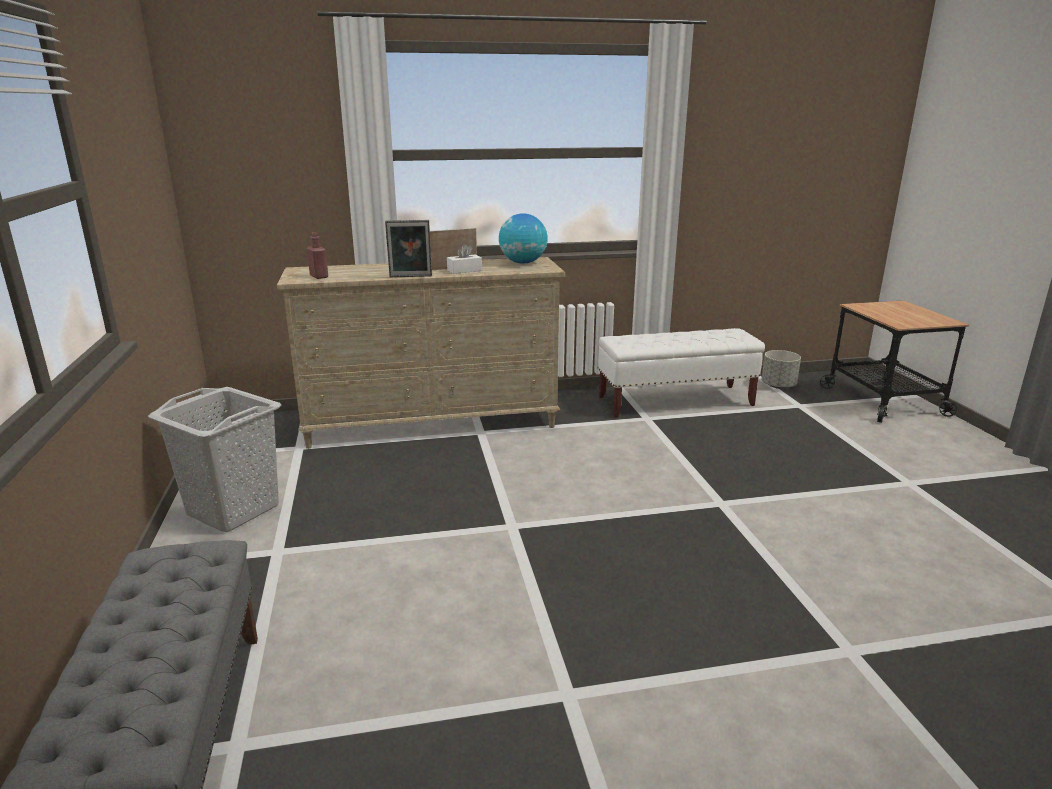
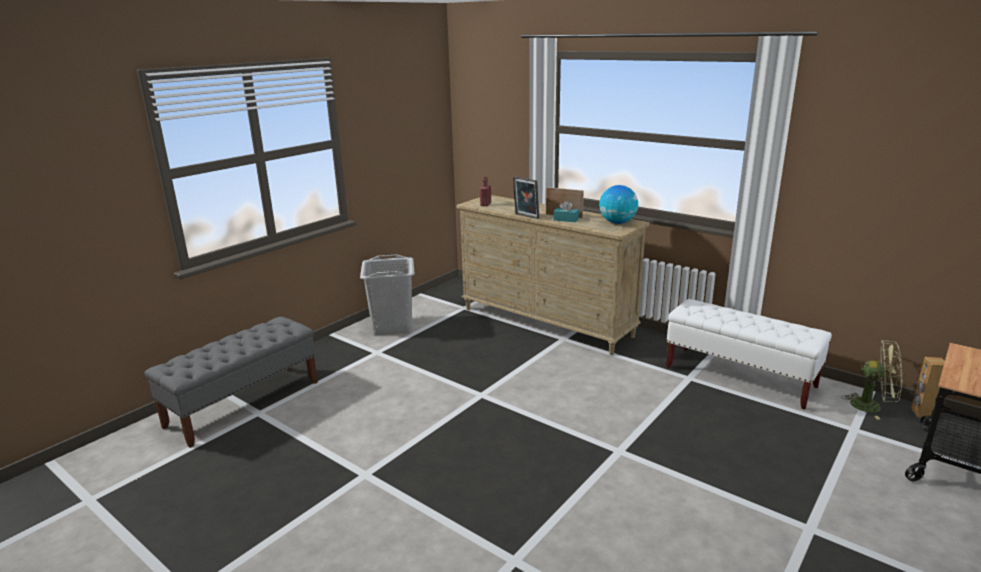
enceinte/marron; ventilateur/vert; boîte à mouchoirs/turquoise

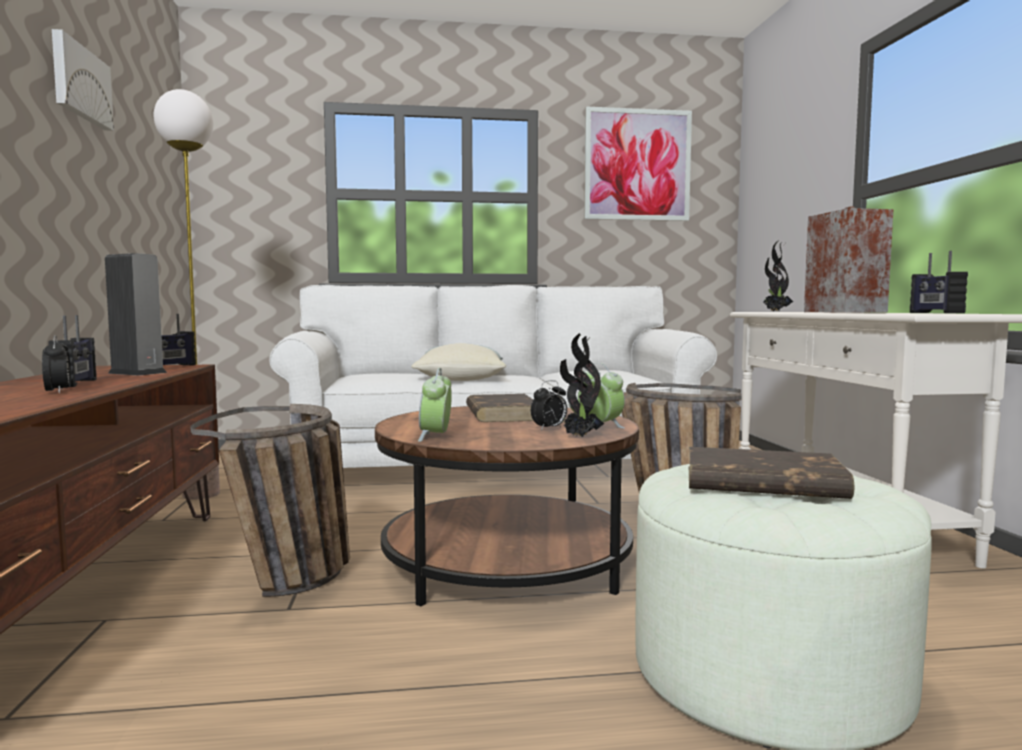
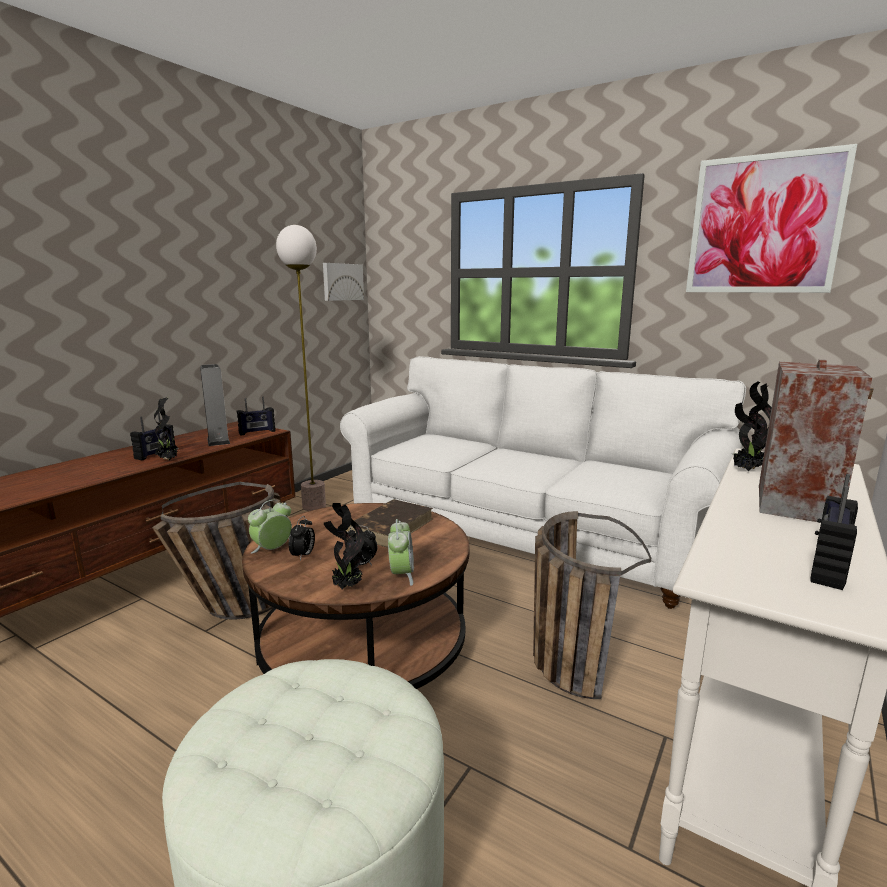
coussin; livre/marron (no. 2 from left in the first image); plante en pot (no. 1 from left); réveil (no. 2 from left); tableau (no. 1 from left)

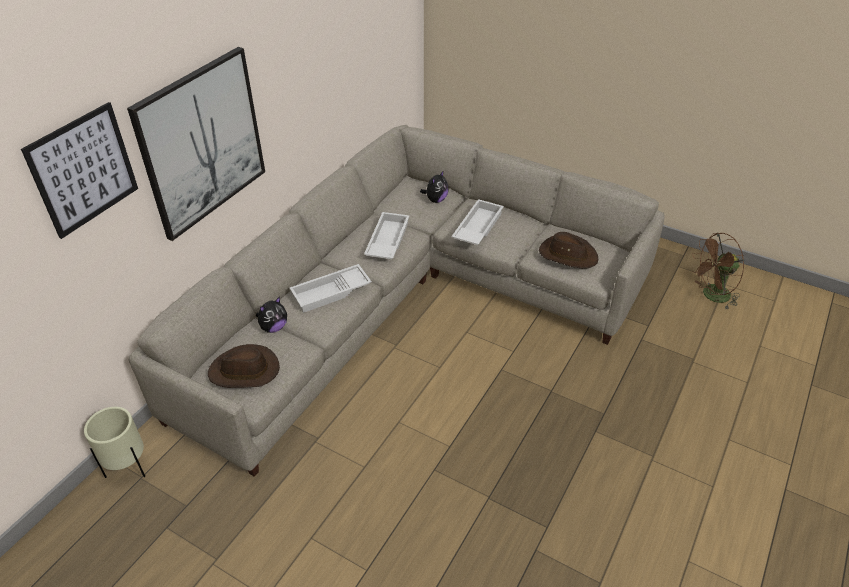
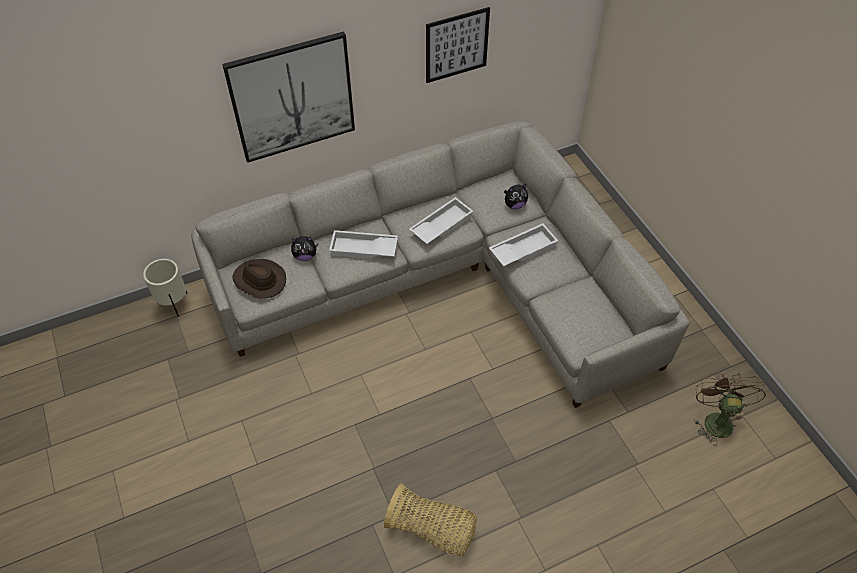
chapeau/marron (no. 2 from left in the first image); panier; tableau (no. 2 from left); ventilateur/marron

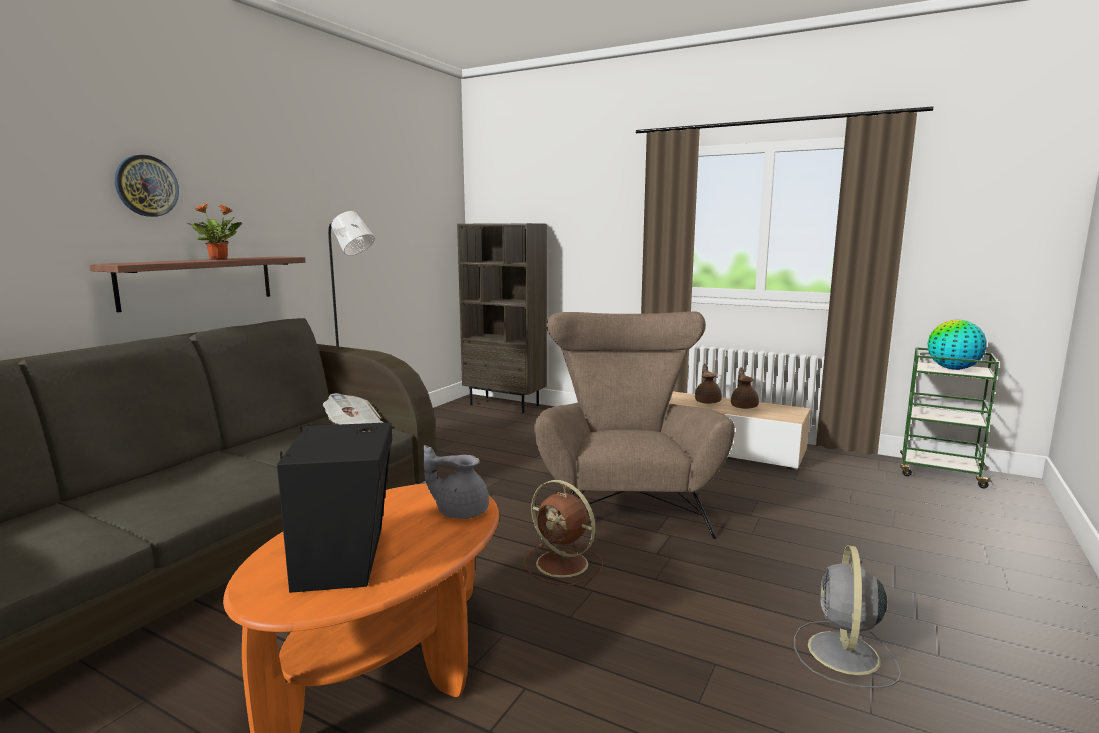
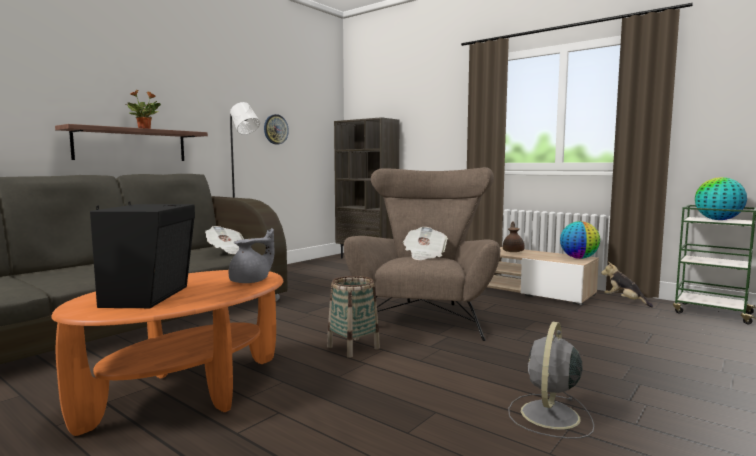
théière/marron (no. 2 from left in the first image); journal (no. 2 from left); globe (no. 1 from left); peluche; horloge murale; panier; théière/gris

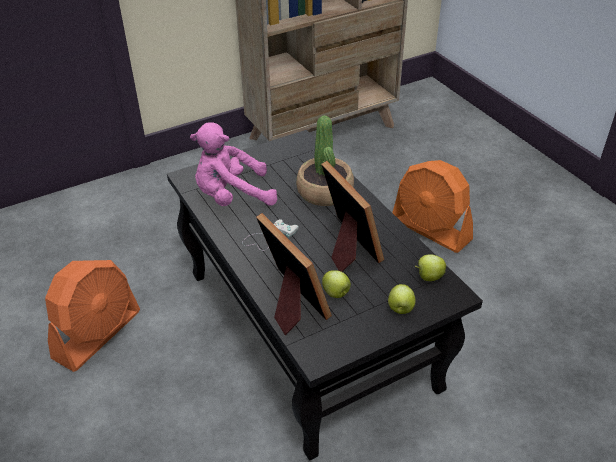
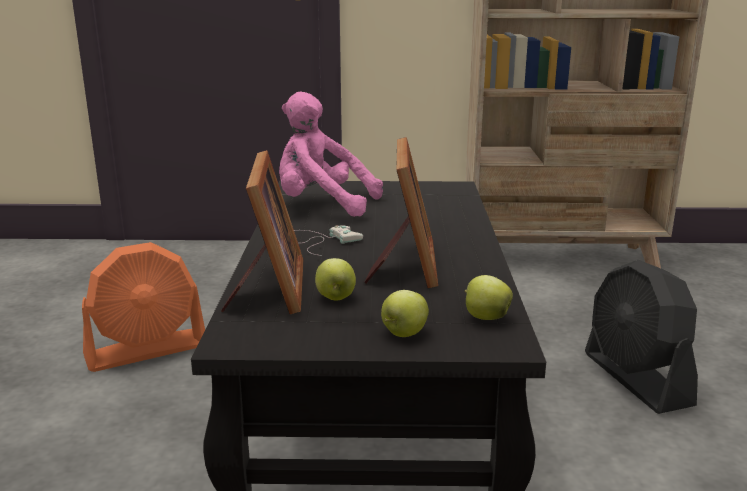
plante en pot; ventilateur/noir

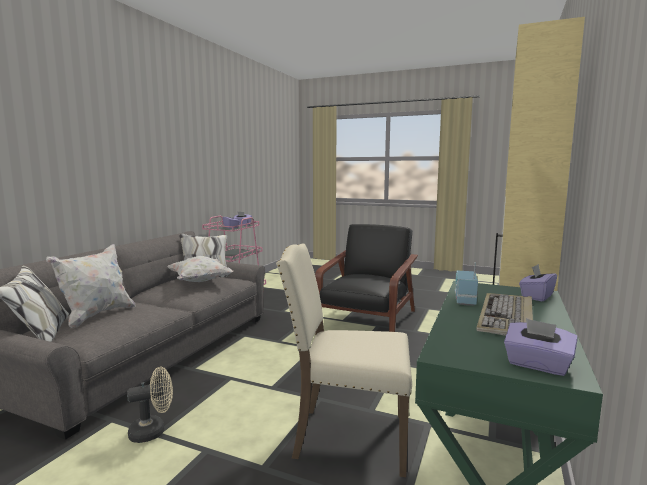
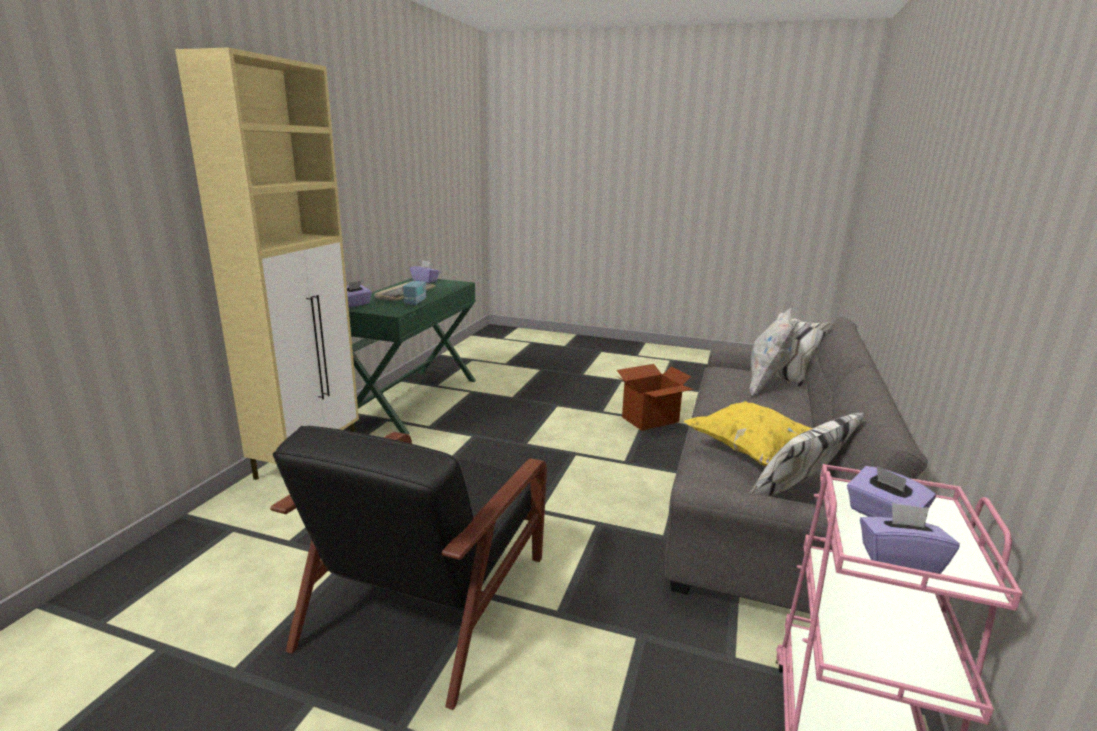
chaise/beige; carton; coussin/jaune

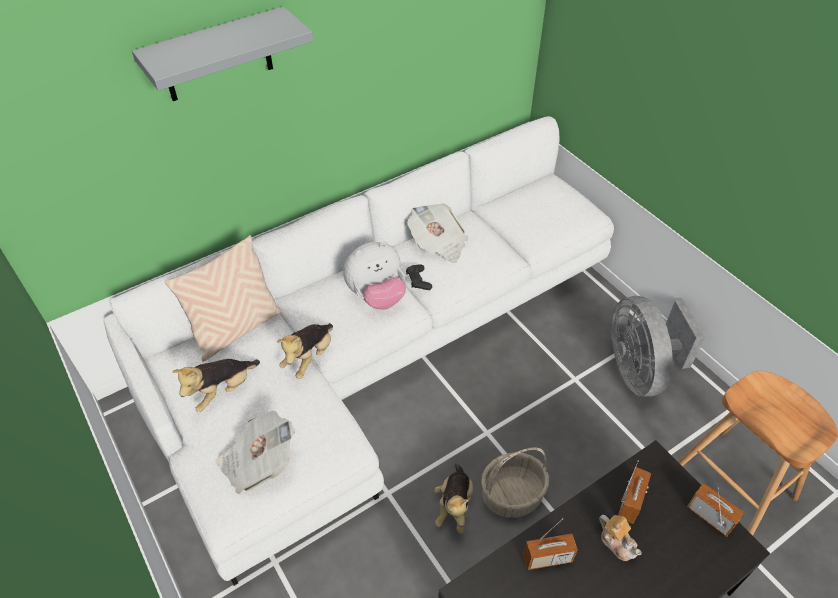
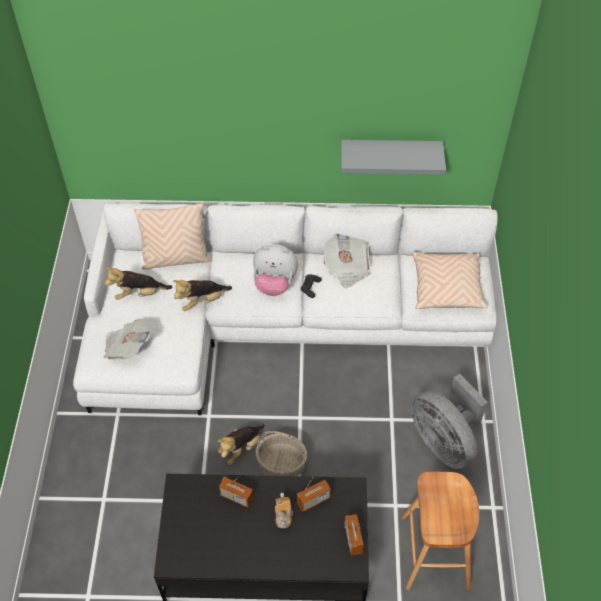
coussin/beige (no. 2 from left); étagère/gris; ventilateur/gris

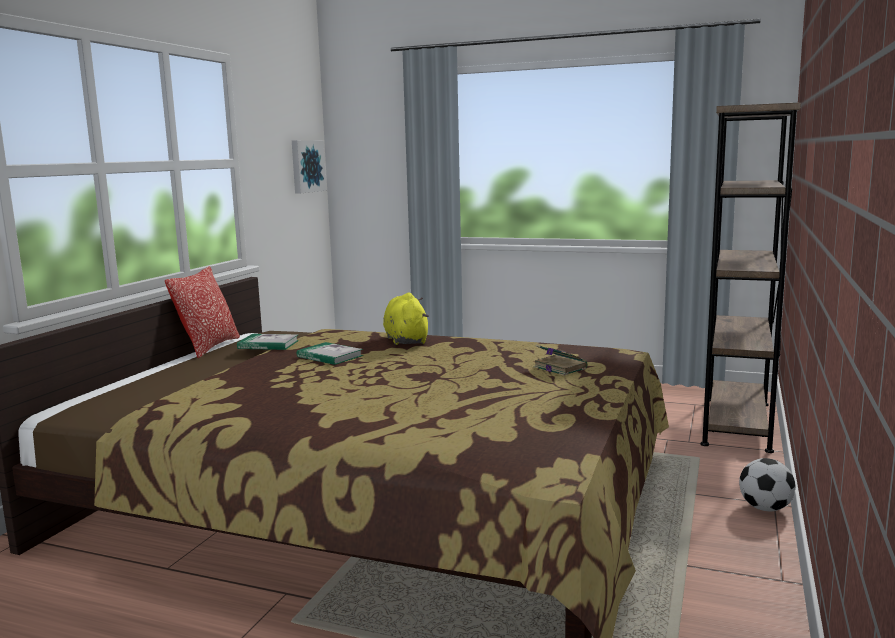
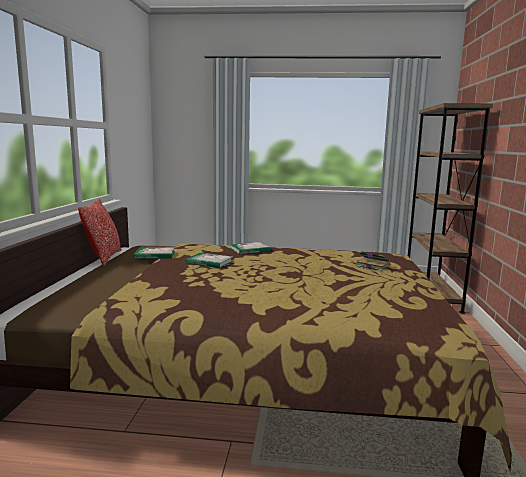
tableau; ballon de foot; livre (no. 3 from left)

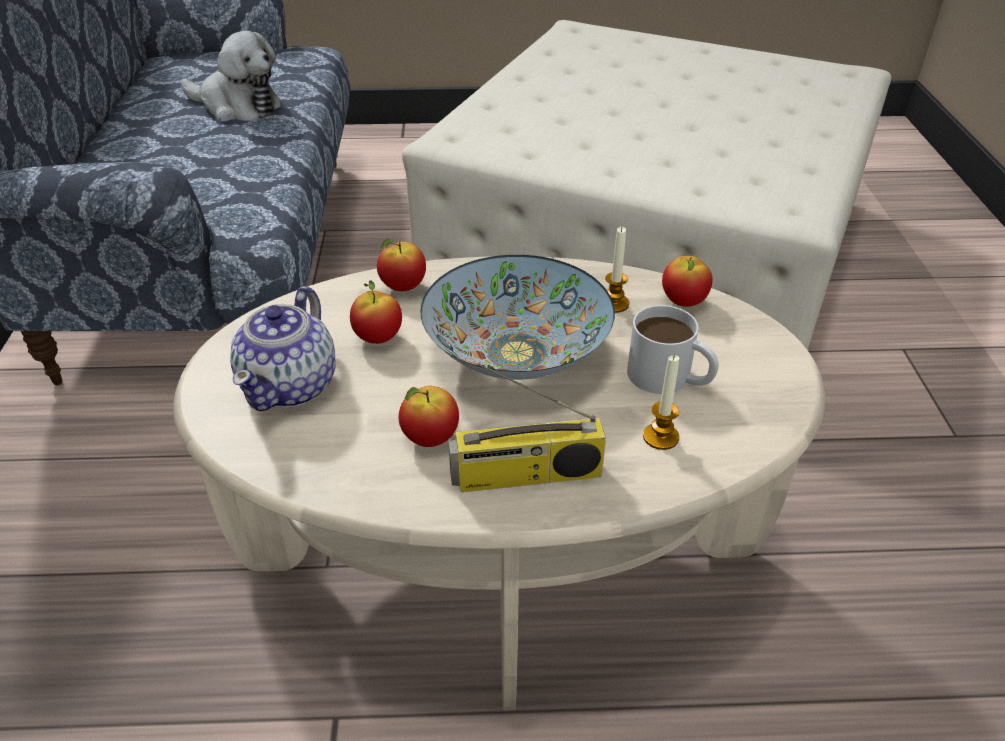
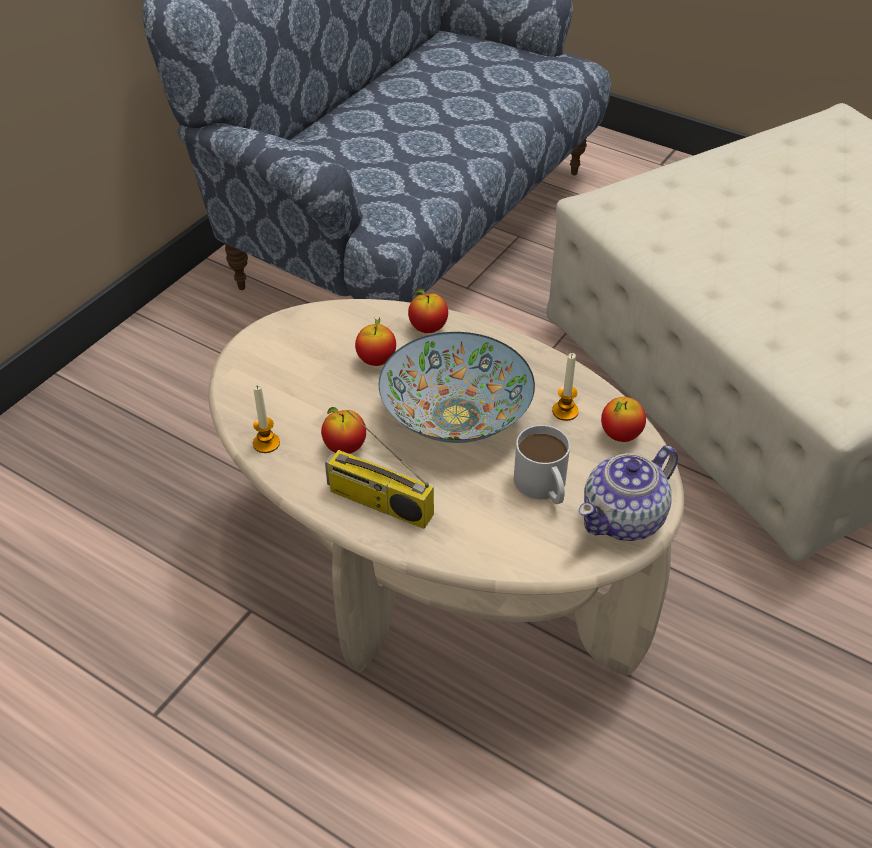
peluche; théière; bougie (no. 1 from left)

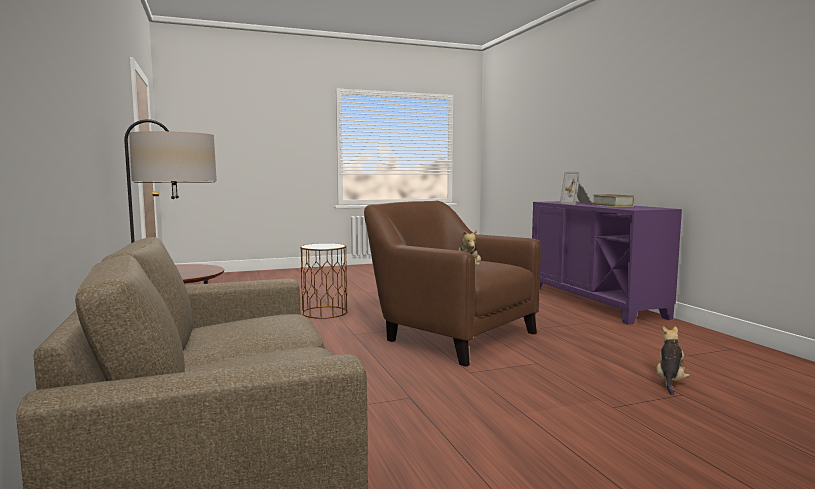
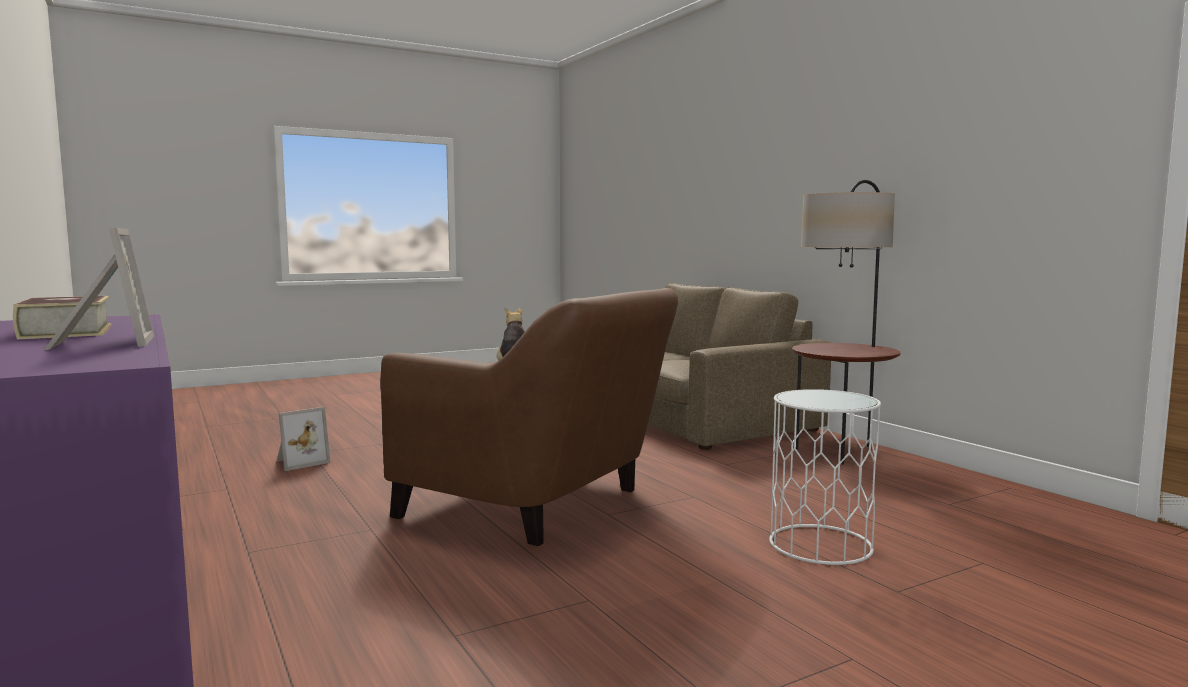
cadre photo (no. 2 from left); table d'appoint/blanc

